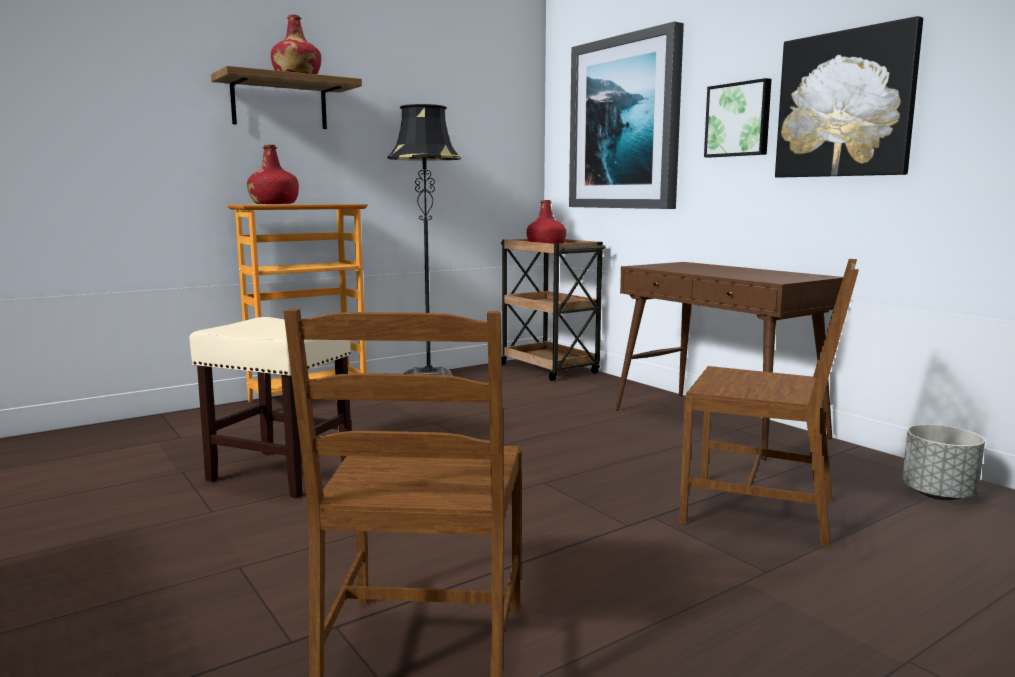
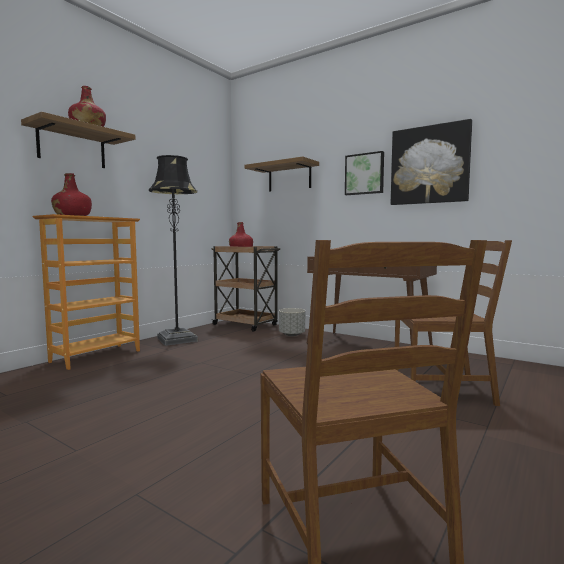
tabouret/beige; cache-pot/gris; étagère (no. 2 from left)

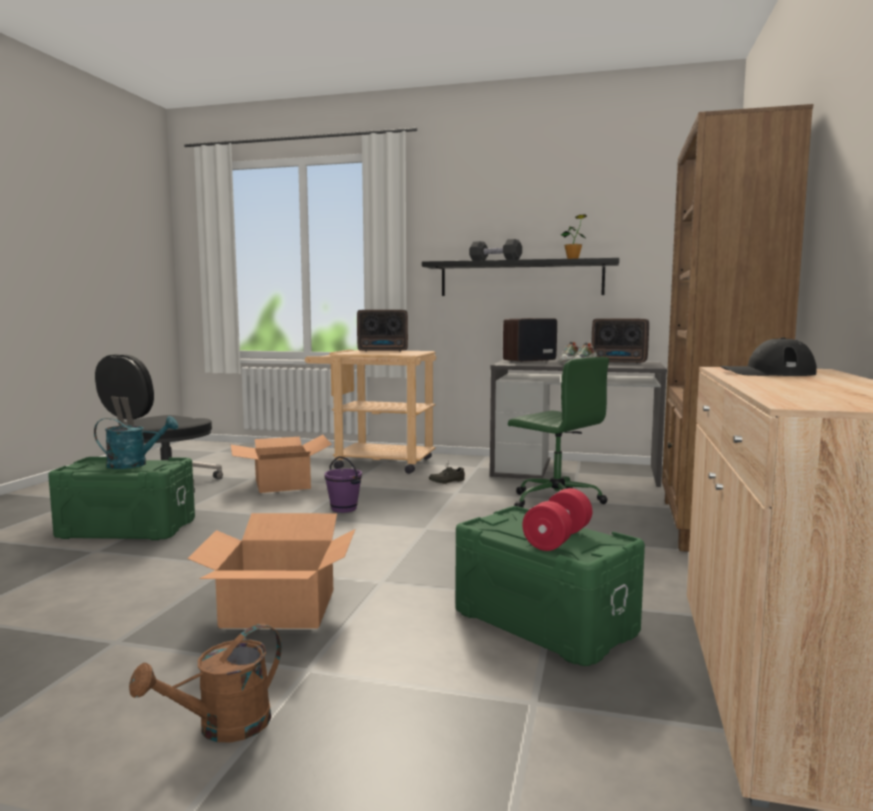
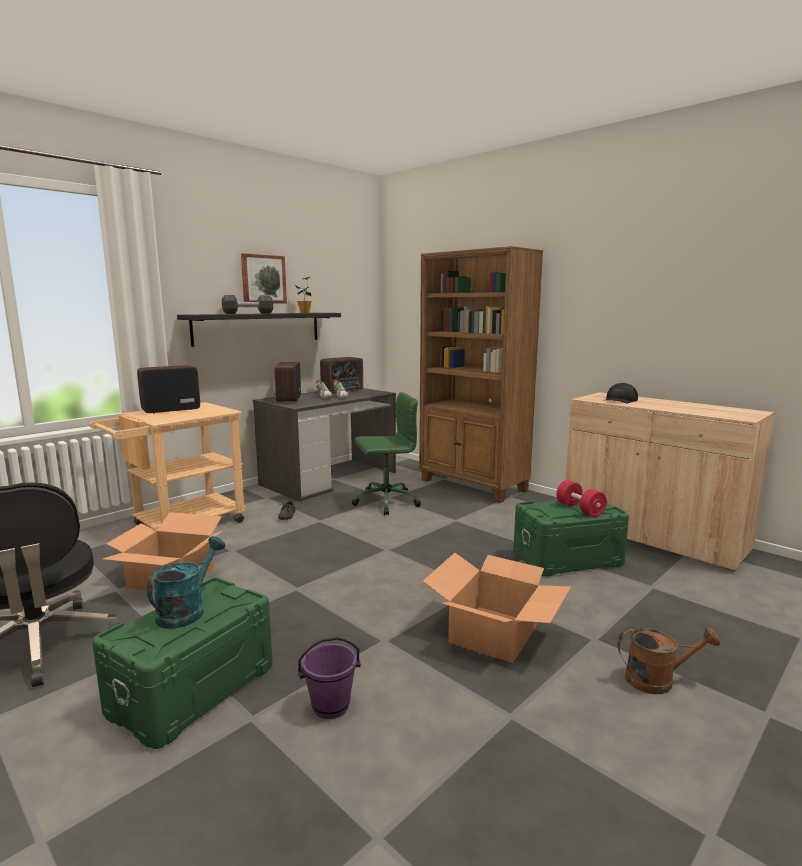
tableau; seau/violet; arrosoir/marron; radio (no. 1 from left)

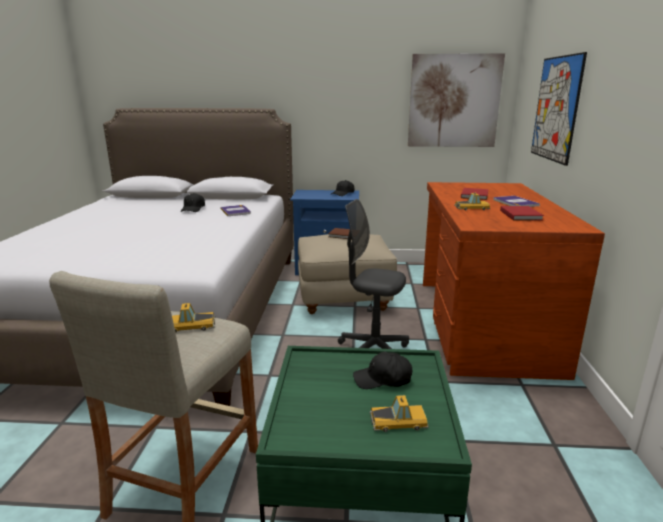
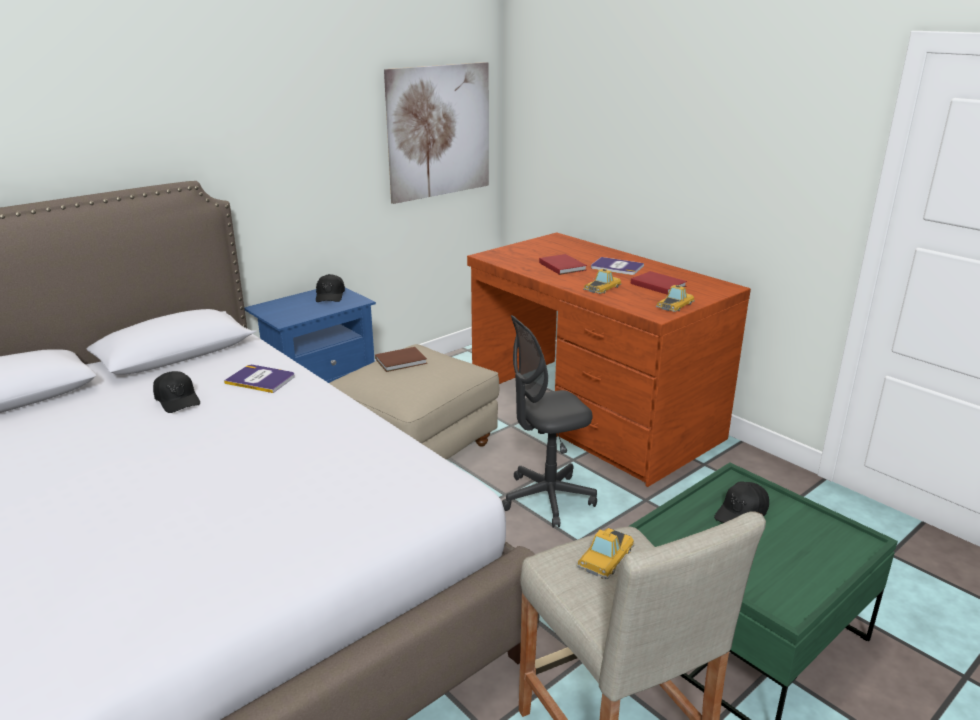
tableau (no. 2 from left in the first image); petite voiture (no. 3 from left)

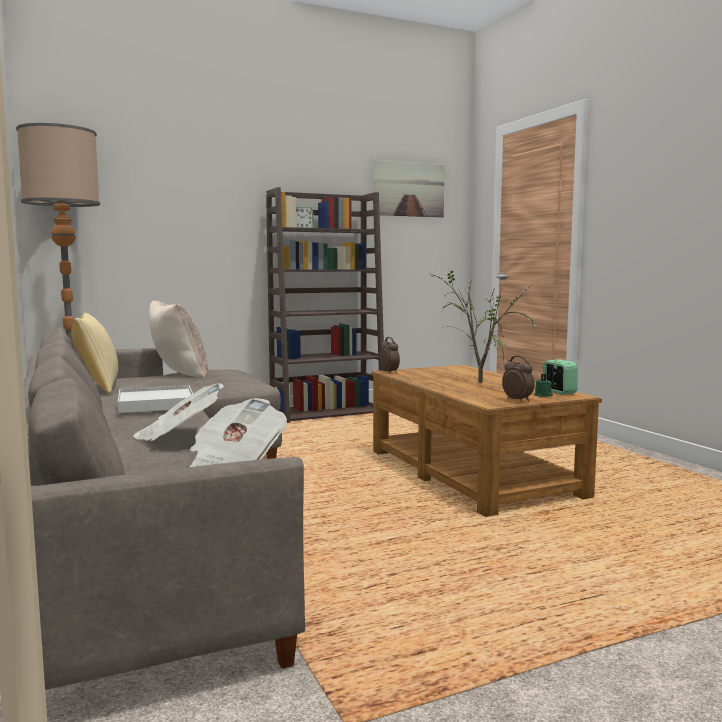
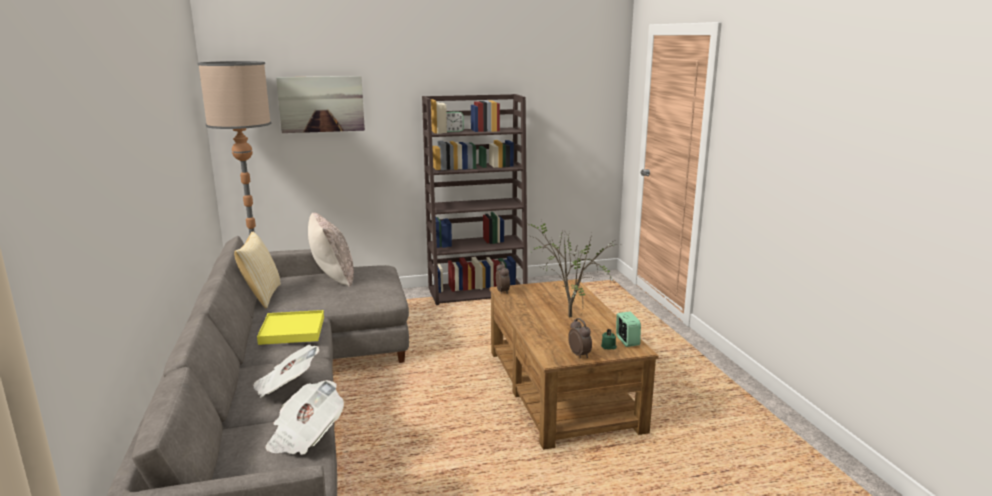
tableau; plateau/jaune

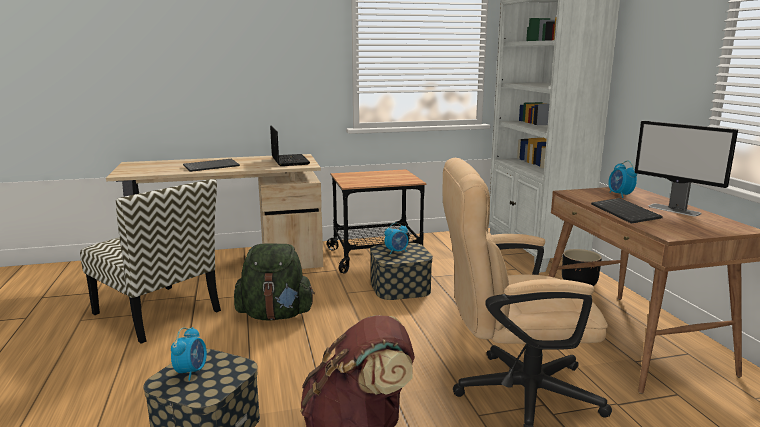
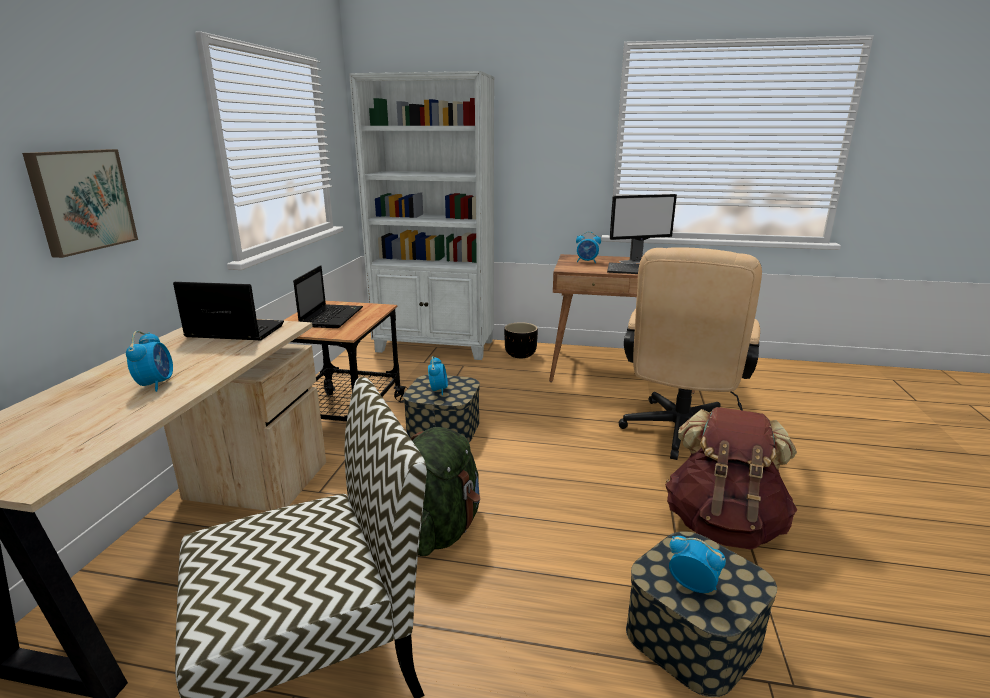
tableau; ordinateur portable (no. 2 from left); réveil (no. 1 from left)

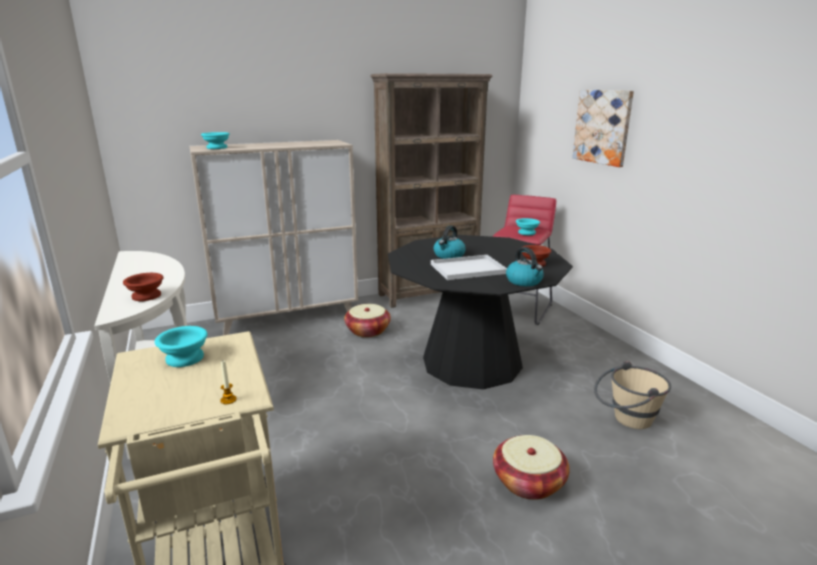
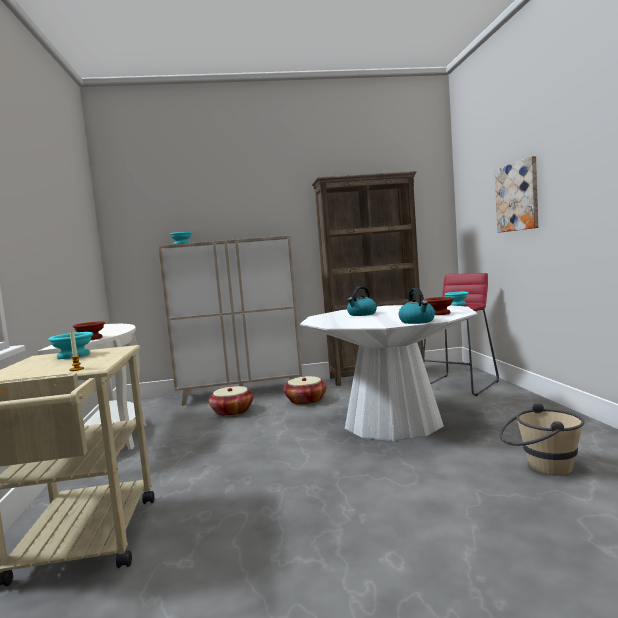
plateau/blanc; panier (no. 1 from left); table à manger/blanc

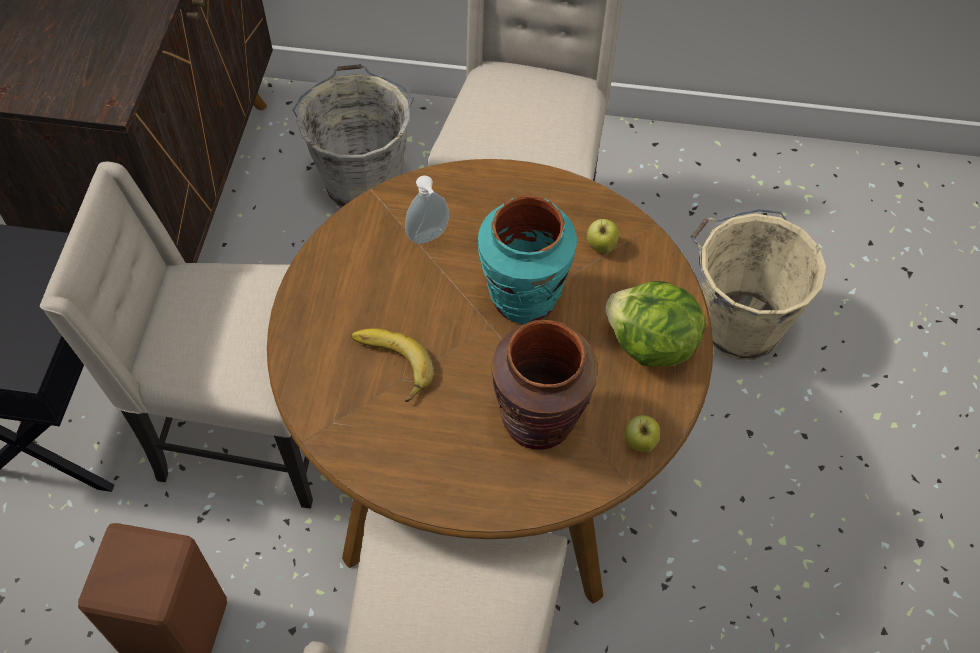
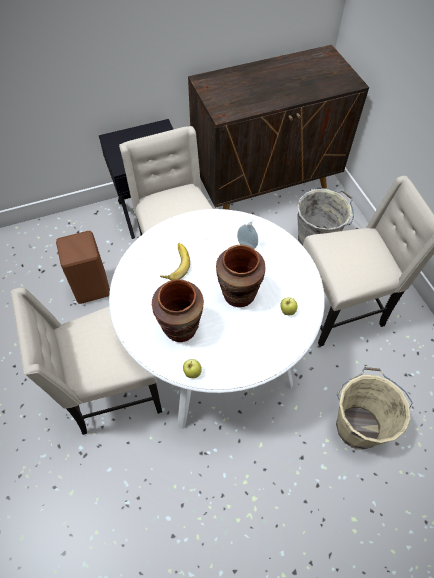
laitue; table à manger/blanc; vase/marron (no. 2 from left)

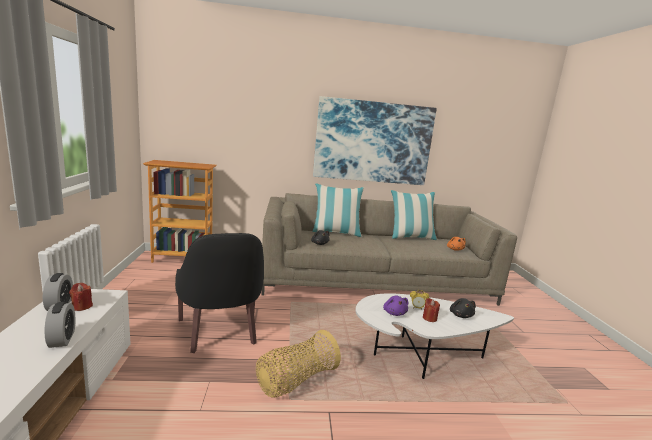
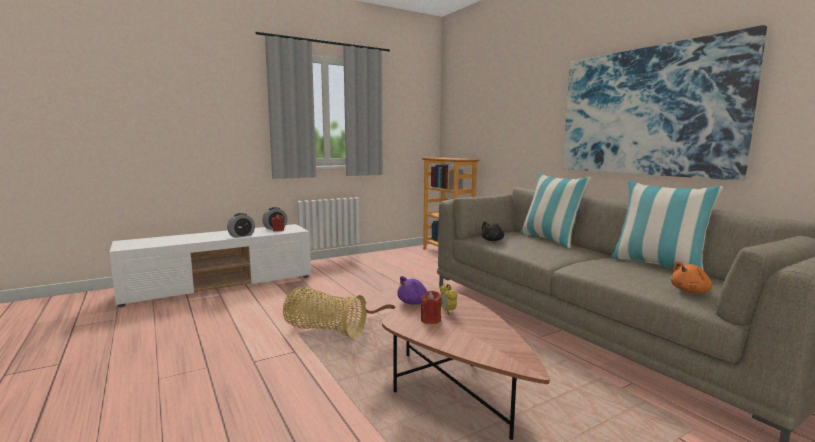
fauteuil/noir; peluche/noir (no. 2 from left in the first image); table basse/marron

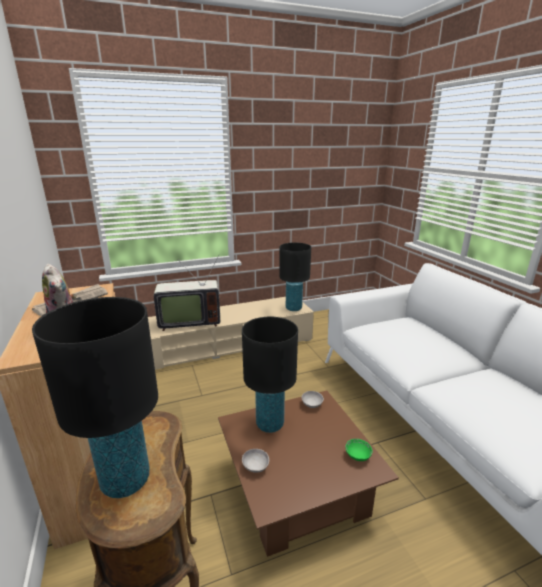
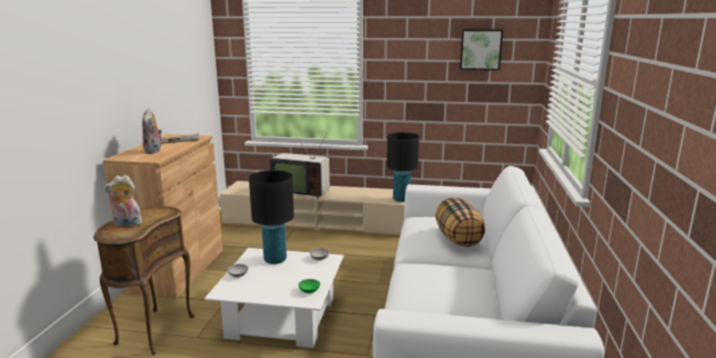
coussin; tableau; peluche (no. 1 from left); table basse/blanc

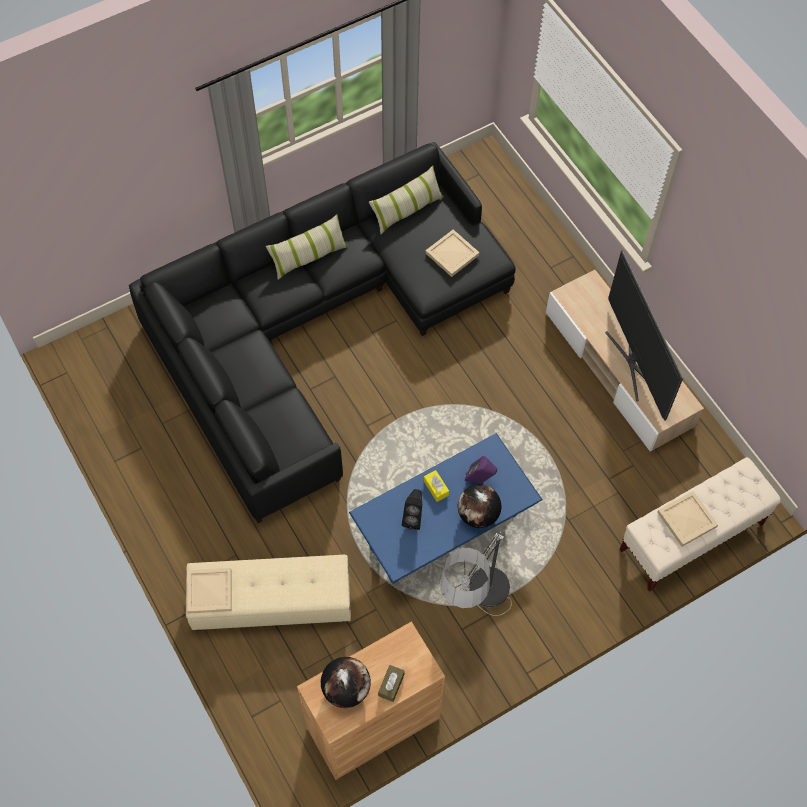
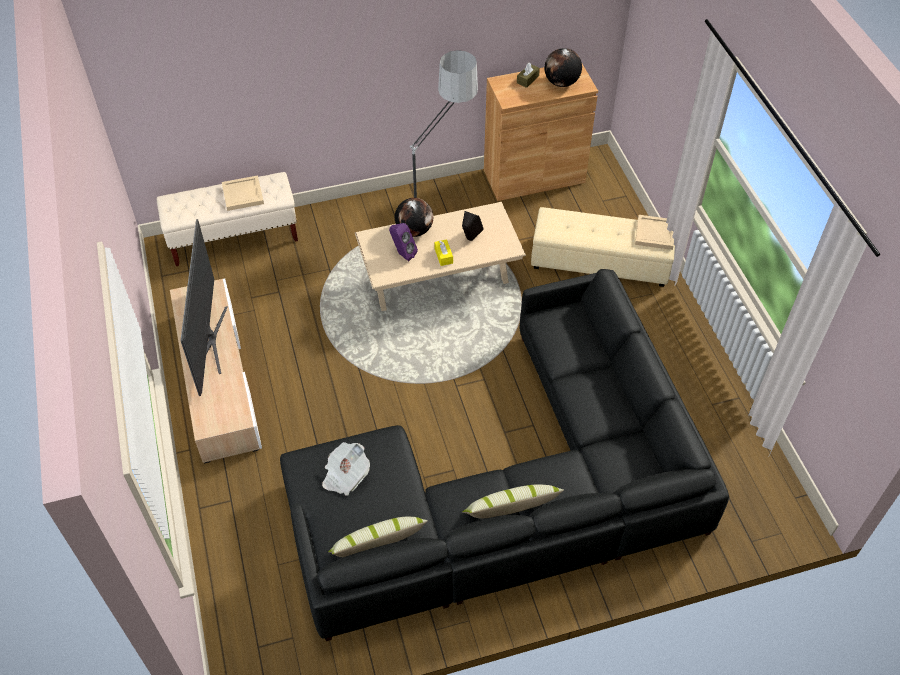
journal; table basse/beige

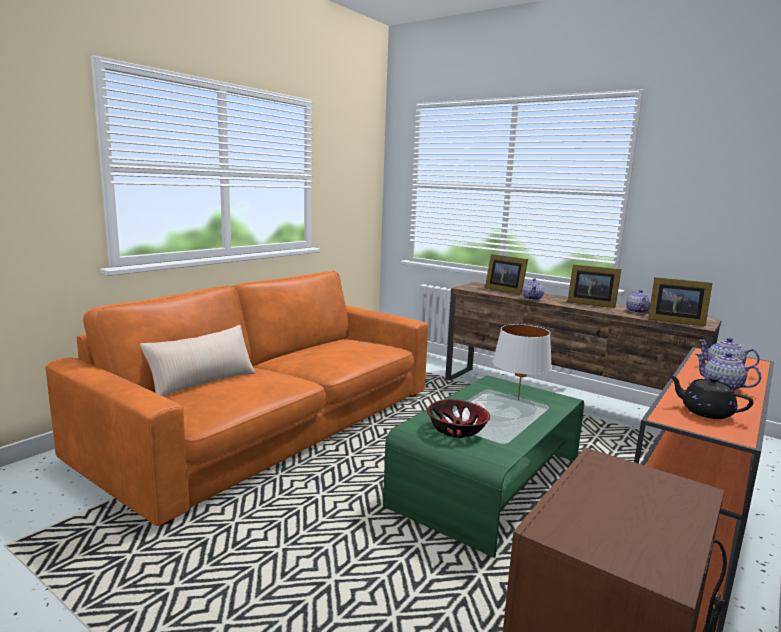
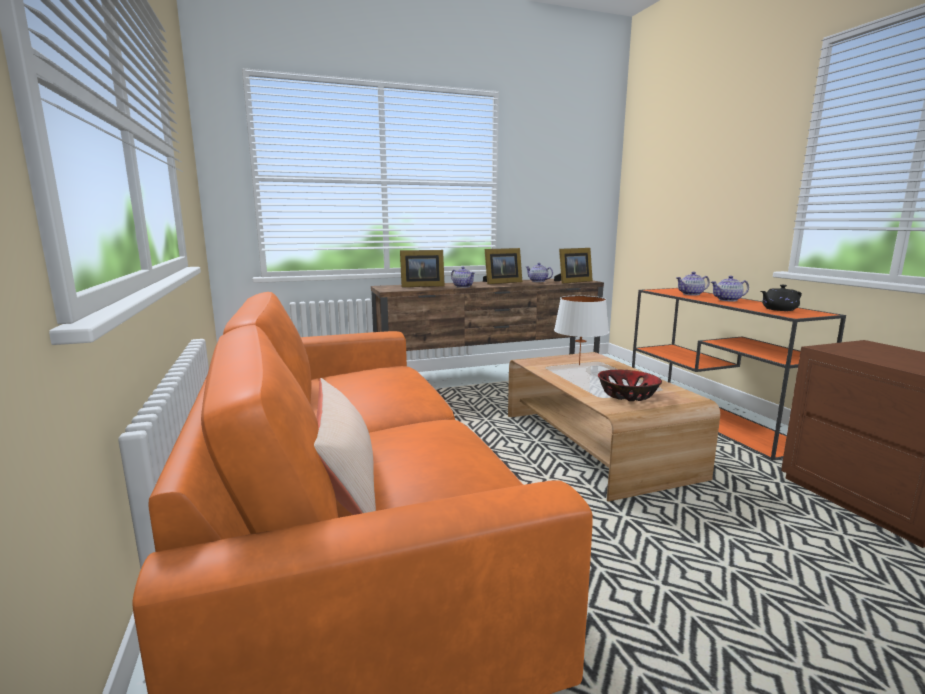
table basse/marron

